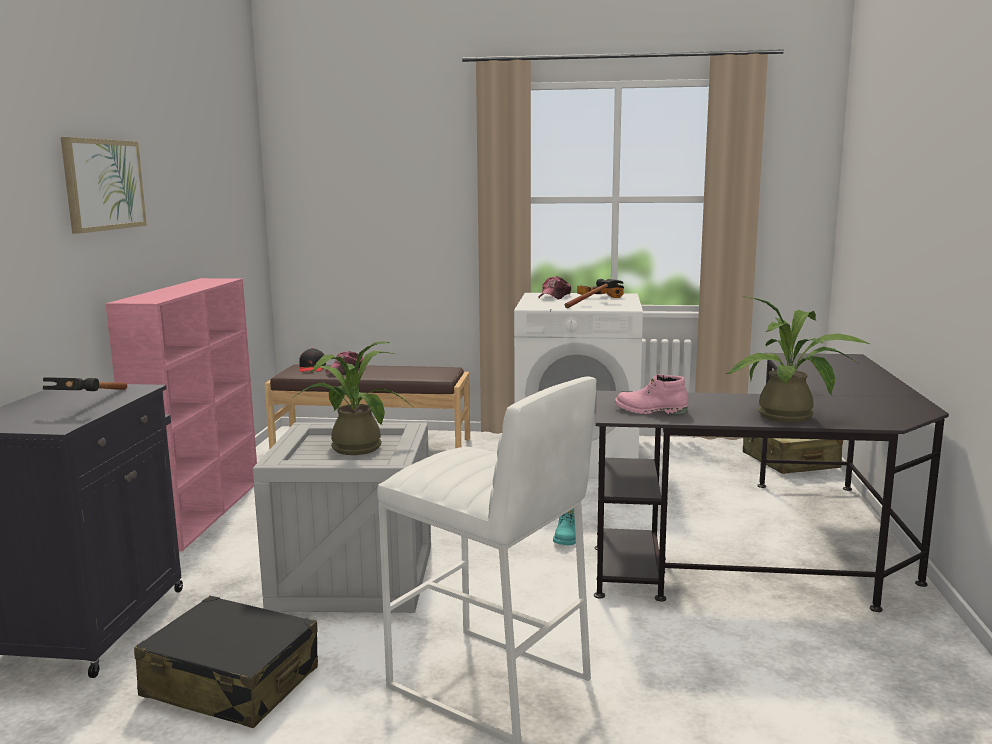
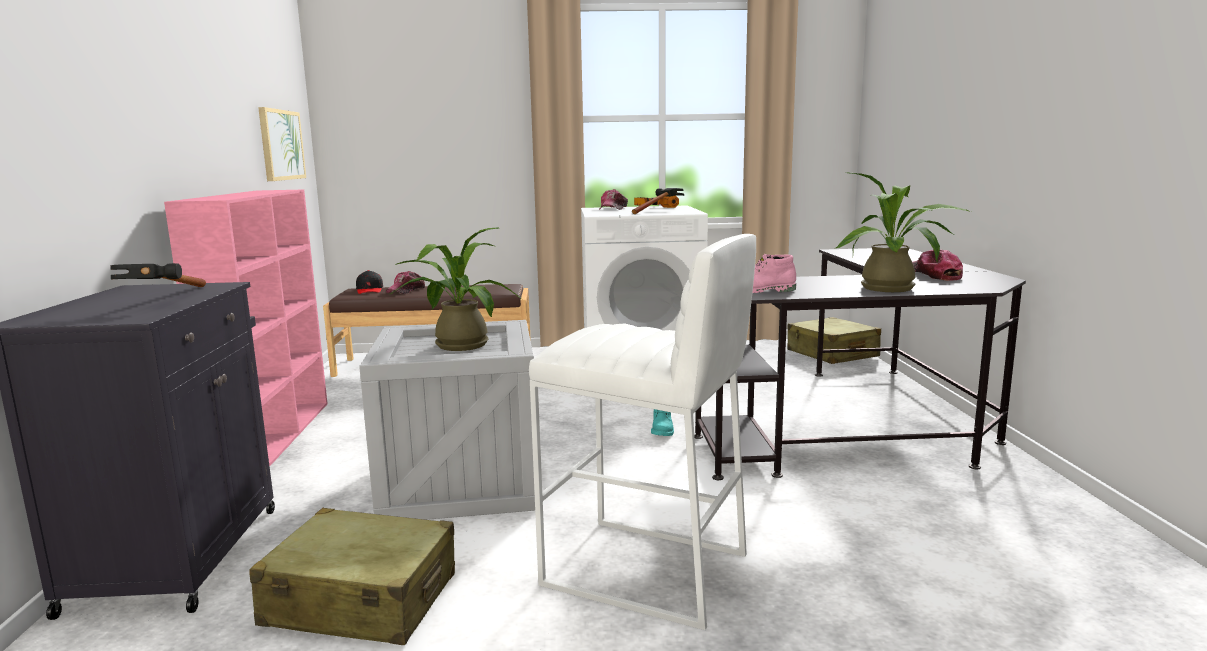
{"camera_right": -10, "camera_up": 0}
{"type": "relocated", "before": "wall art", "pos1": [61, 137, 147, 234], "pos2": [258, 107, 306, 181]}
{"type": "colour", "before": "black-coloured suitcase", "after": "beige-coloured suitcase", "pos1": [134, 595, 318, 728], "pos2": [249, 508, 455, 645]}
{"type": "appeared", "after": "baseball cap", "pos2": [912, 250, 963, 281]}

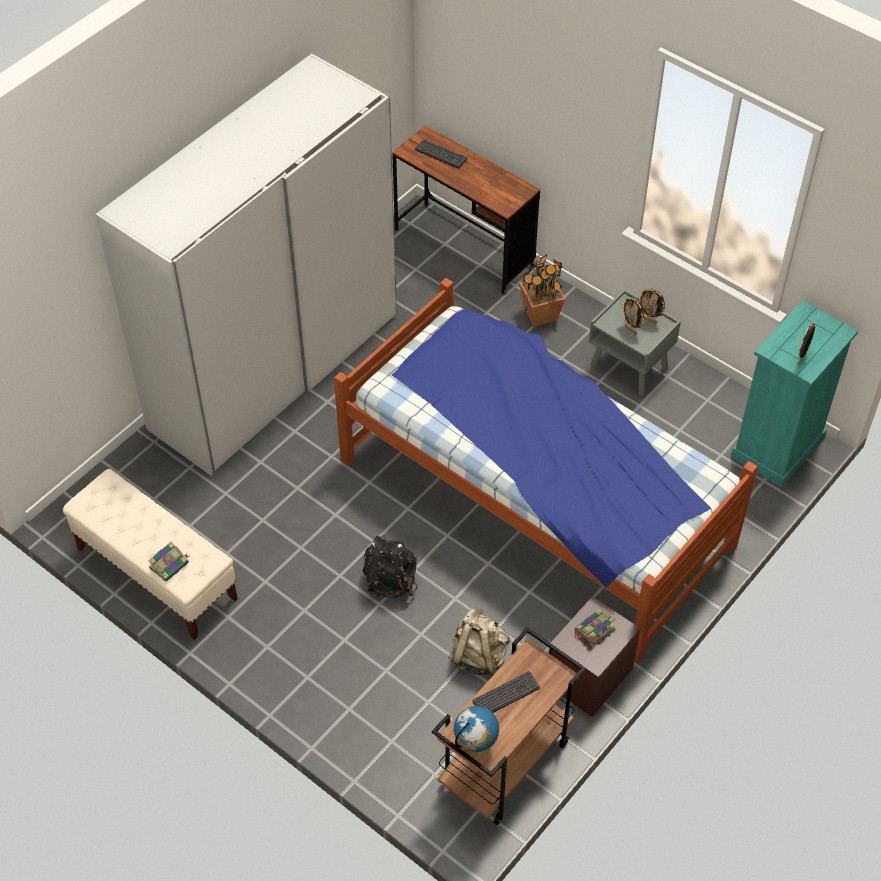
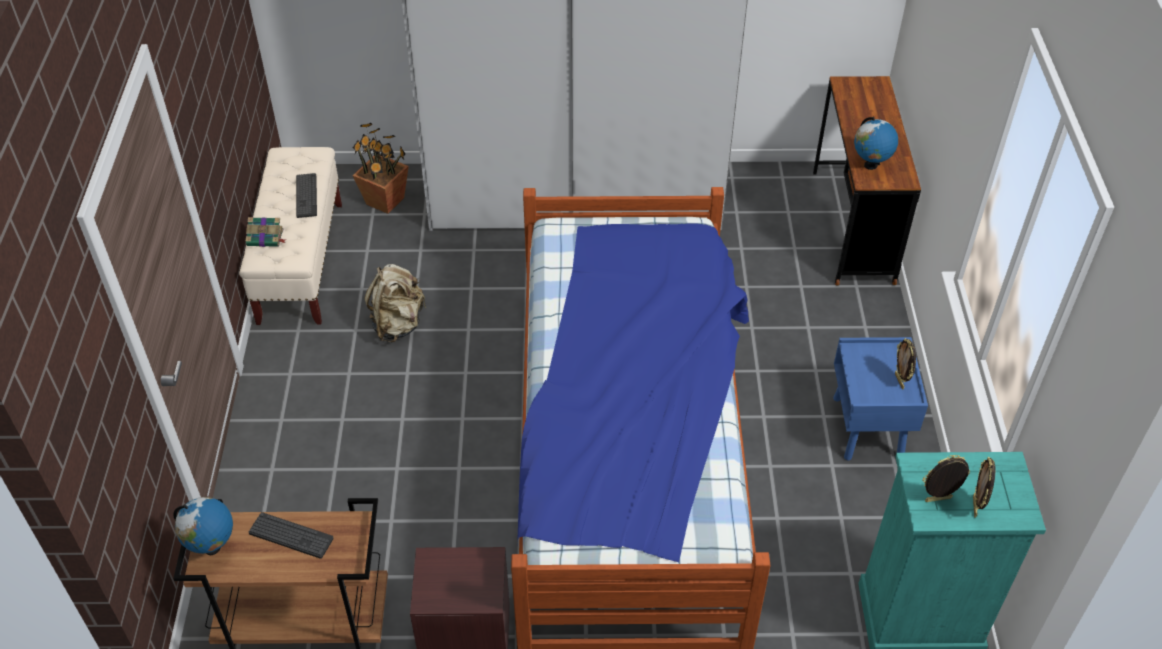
{"camera_right": 50, "camera_up": -5}
{"type": "relocated", "before": "keyboard", "pos1": [415, 139, 467, 169], "pos2": [296, 173, 317, 218]}
{"type": "relocated", "before": "houseplant", "pos1": [519, 254, 566, 327], "pos2": [352, 123, 409, 214]}
{"type": "colour", "before": "grey night table", "after": "bluish night table", "pos1": [589, 289, 681, 396], "pos2": [833, 337, 928, 461]}
{"type": "relocated", "before": "picture frame", "pos1": [622, 297, 644, 335], "pos2": [973, 457, 995, 518]}
{"type": "missing", "before": "black-coloured backpack", "pos1": [362, 535, 418, 598]}
{"type": "relocated", "before": "beige-coloured backpack", "pos1": [451, 608, 510, 675], "pos2": [365, 264, 427, 343]}
{"type": "missing", "before": "volume", "pos1": [575, 610, 616, 648]}
{"type": "appeared", "after": "desk globe", "pos2": [854, 117, 898, 170]}

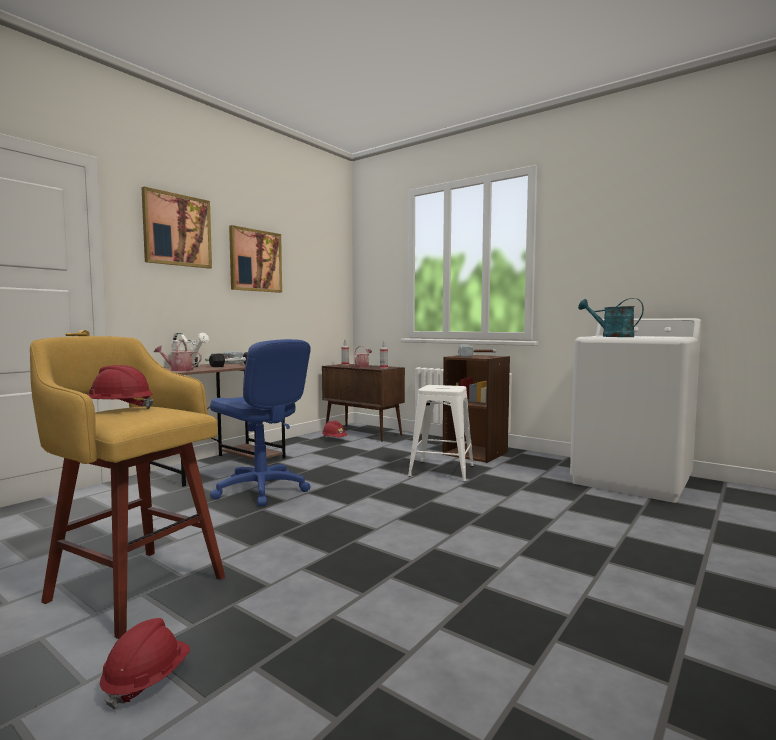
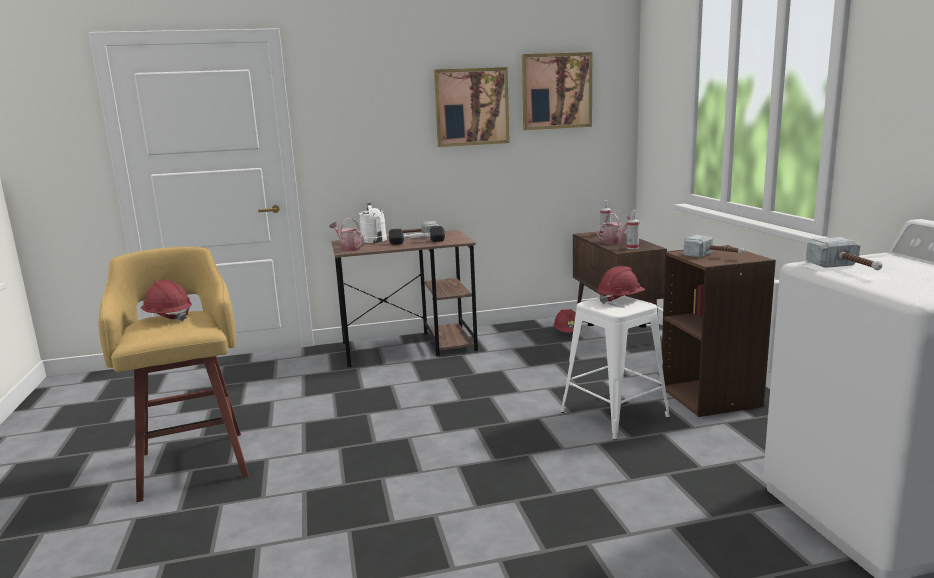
{"camera_right": 40, "camera_up": 10}
{"type": "relocated", "before": "wall art", "pos1": [141, 187, 212, 269], "pos2": [522, 52, 592, 130]}
{"type": "exchanged", "before": "turquoise watering can", "after": "hammer", "pos1": [578, 298, 644, 337], "pos2": [806, 237, 883, 270]}
{"type": "missing", "before": "bluish computer chair", "pos1": [210, 339, 311, 506]}
{"type": "relocated", "before": "red-coloured hard hat", "pos1": [100, 618, 190, 709], "pos2": [597, 266, 645, 304]}

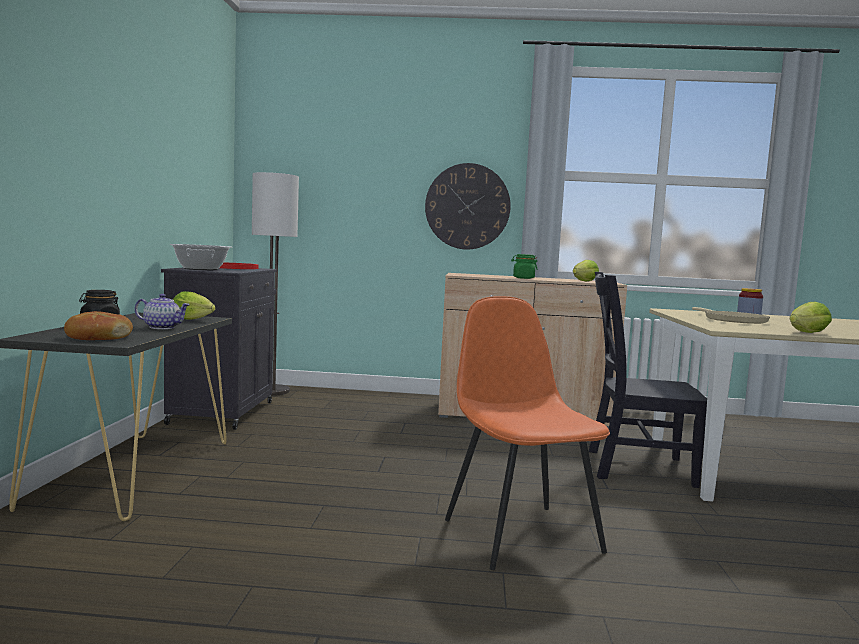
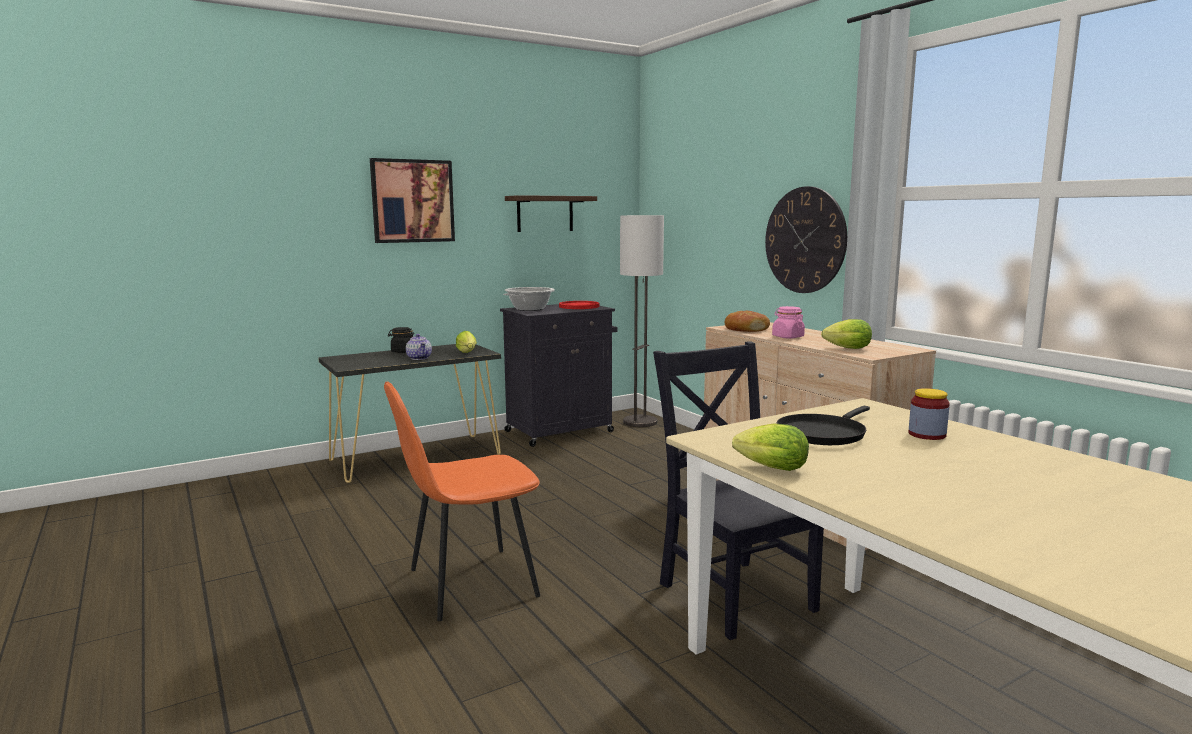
{"camera_right": 55, "camera_up": 5}
{"type": "colour", "before": "green preserve jar", "after": "pinkish preserve jar", "pos1": [511, 254, 538, 279], "pos2": [772, 306, 805, 339]}
{"type": "spun", "before": "orange upright chair", "pos1": [445, 296, 610, 570], "pos2": [384, 382, 540, 621], "turn": -150}
{"type": "colour", "before": "beige-coloured frying pan", "after": "black-coloured frying pan", "pos1": [692, 307, 770, 324], "pos2": [777, 406, 870, 445]}
{"type": "relocated", "before": "bakery bread", "pos1": [64, 311, 133, 340], "pos2": [725, 311, 770, 332]}
{"type": "appeared", "after": "wall art", "pos2": [370, 158, 455, 243]}
{"type": "appeared", "after": "shelf", "pos2": [505, 195, 597, 232]}

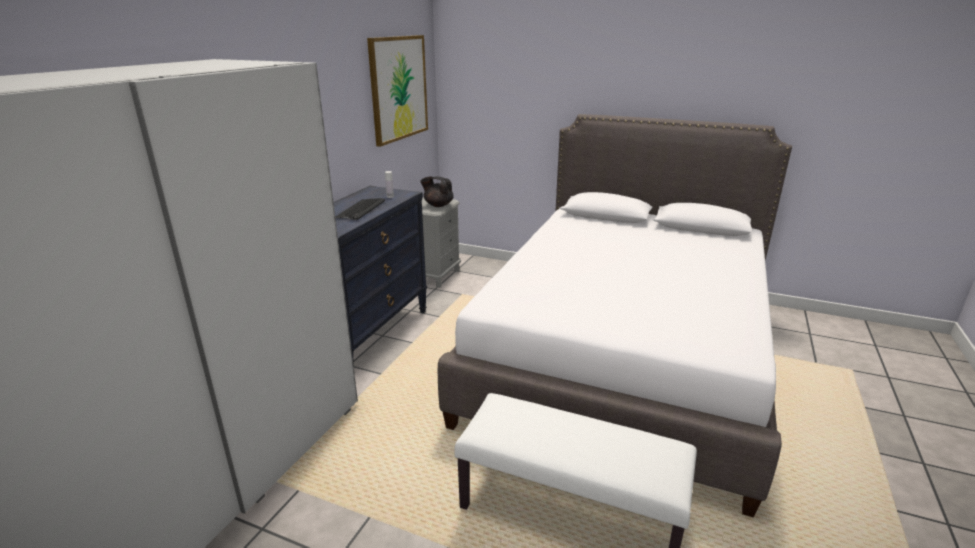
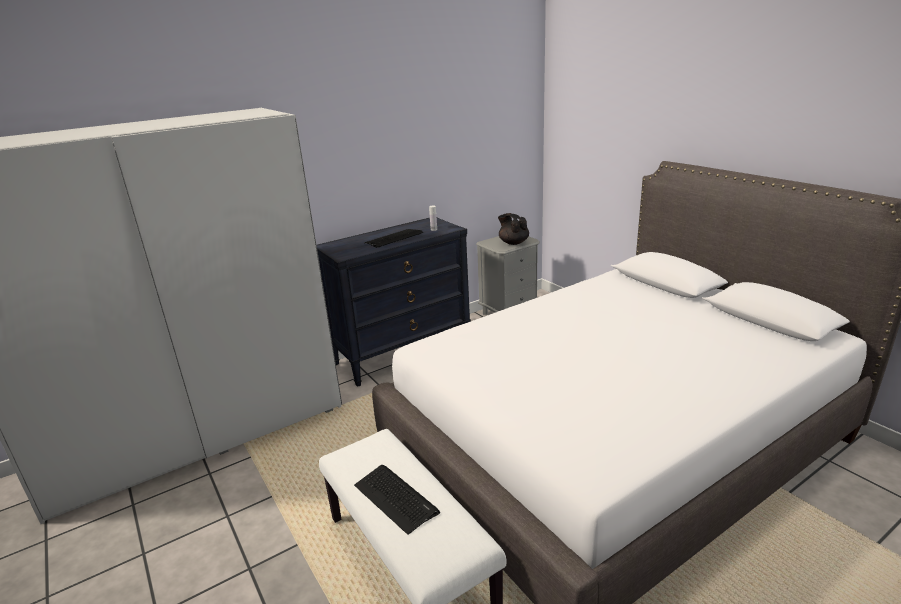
{"camera_right": 35, "camera_up": 0}
{"type": "missing", "before": "wall art", "pos1": [367, 35, 428, 147]}
{"type": "appeared", "after": "keyboard", "pos2": [354, 465, 440, 535]}

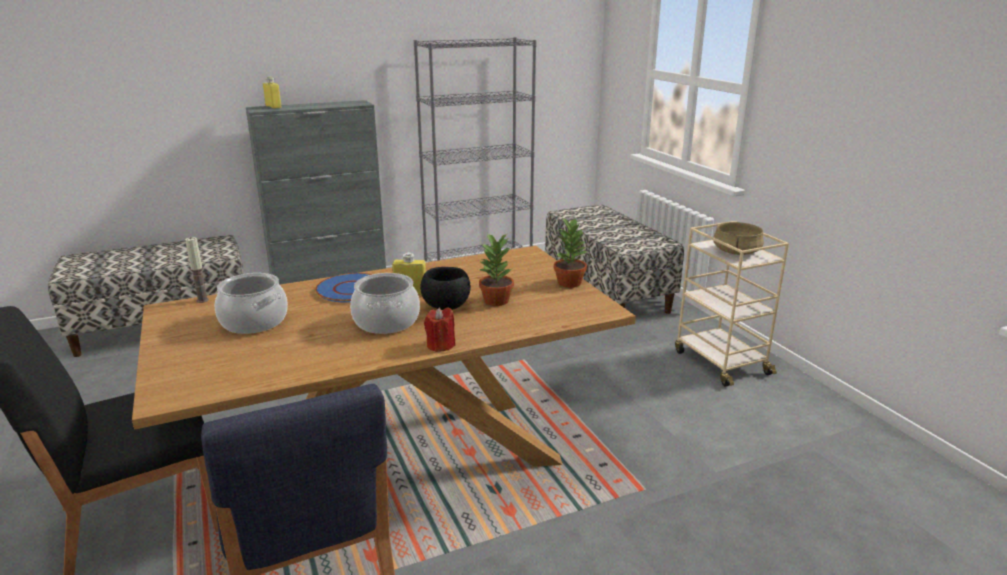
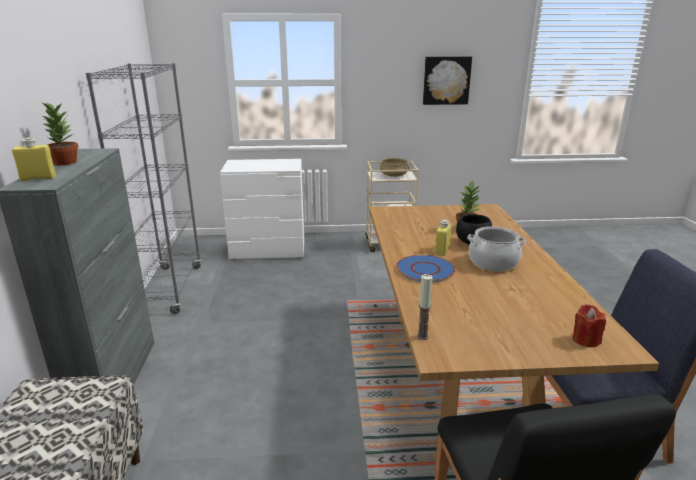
{"camera_right": -70, "camera_up": 0}
{"type": "exchanged", "before": "long seat", "after": "whitish dresser", "pos1": [545, 205, 684, 314], "pos2": [220, 159, 304, 260]}
{"type": "relocated", "before": "houseplant", "pos1": [554, 218, 589, 288], "pos2": [41, 102, 78, 165]}
{"type": "missing", "before": "saucepot", "pos1": [215, 273, 288, 334]}
{"type": "relocated", "before": "red-coloured wax light", "pos1": [424, 307, 456, 352], "pos2": [573, 304, 606, 347]}
{"type": "appeared", "after": "wall art", "pos2": [423, 56, 472, 105]}

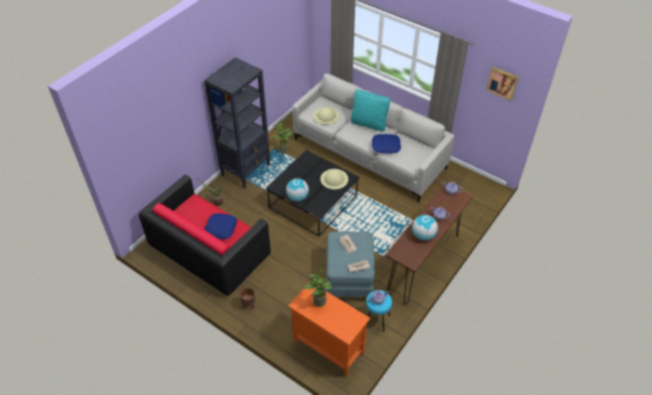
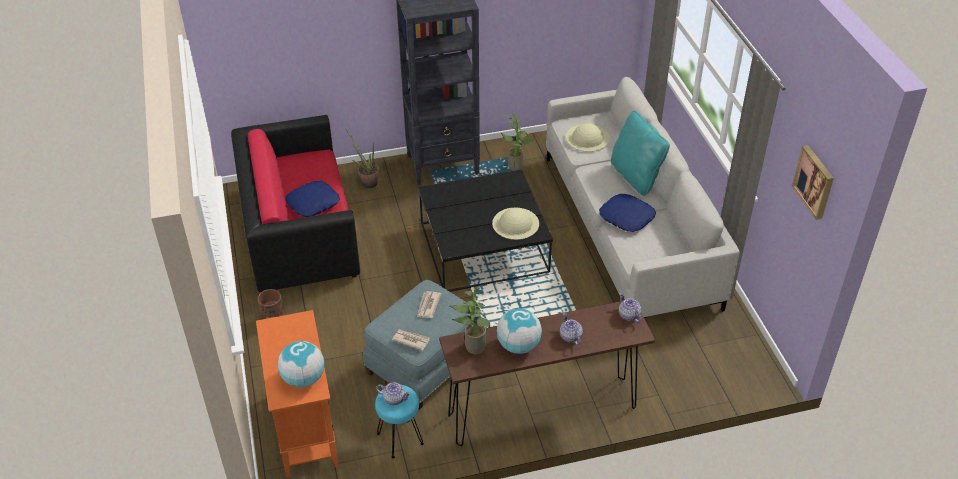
{"camera_right": 40, "camera_up": -5}
{"type": "relocated", "before": "desk globe", "pos1": [286, 178, 309, 201], "pos2": [278, 341, 324, 388]}
{"type": "relocated", "before": "houseplant", "pos1": [304, 270, 334, 307], "pos2": [449, 287, 491, 354]}

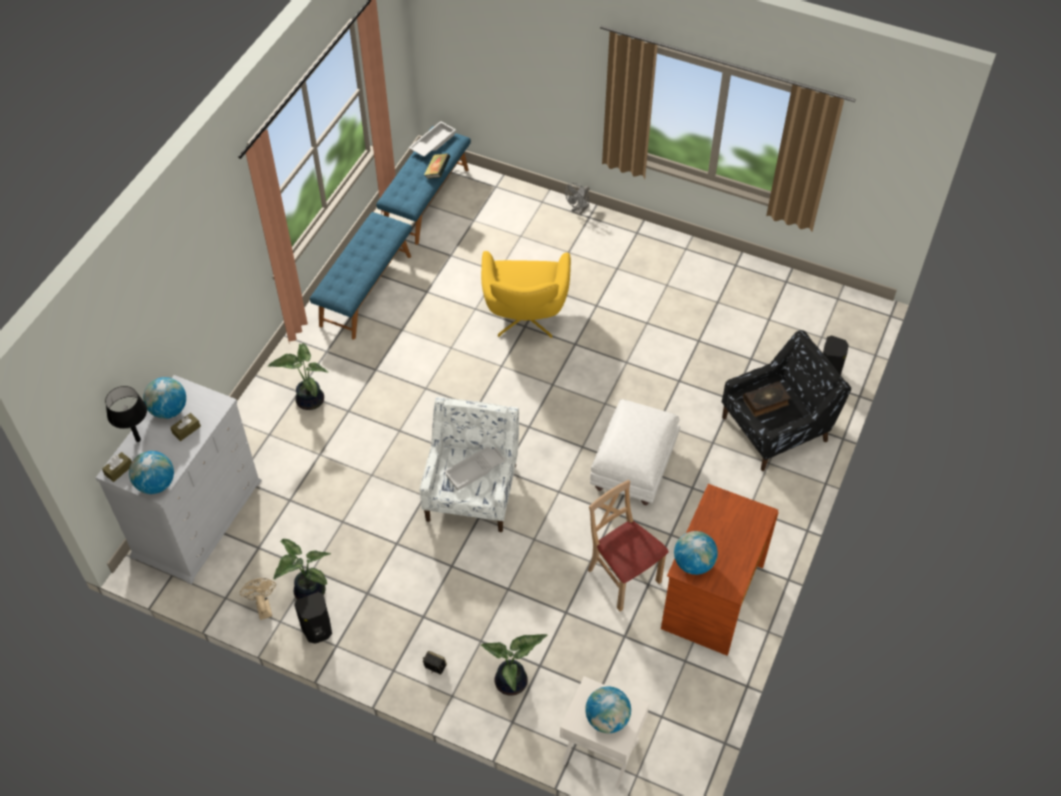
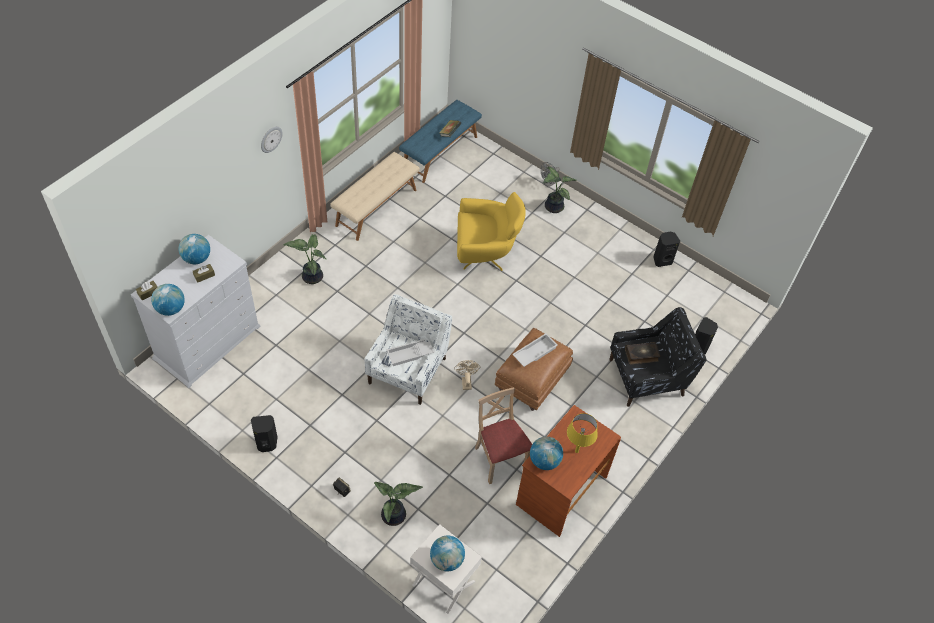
{"camera_right": 10, "camera_up": 0}
{"type": "relocated", "before": "whitish serving tray", "pos1": [409, 121, 456, 157], "pos2": [512, 333, 558, 367]}
{"type": "colour", "before": "bluish long seat", "after": "beige-coloured long seat", "pos1": [310, 212, 412, 340], "pos2": [330, 152, 420, 241]}
{"type": "spun", "before": "yellow armchair", "pos1": [481, 251, 571, 338], "pos2": [457, 192, 526, 271], "turn": -105}
{"type": "missing", "before": "black-coloured tabletop lamp", "pos1": [105, 386, 147, 442]}
{"type": "colour", "before": "whitish pouffe", "after": "brown pouffe", "pos1": [590, 399, 680, 505], "pos2": [495, 328, 573, 411]}
{"type": "relocated", "before": "houseplant", "pos1": [274, 539, 331, 599], "pos2": [543, 167, 577, 213]}
{"type": "relocated", "before": "beige-coloured fan", "pos1": [240, 578, 276, 620], "pos2": [454, 360, 480, 390]}
{"type": "appeared", "after": "clock on the wall", "pos2": [261, 127, 282, 153]}
{"type": "appeared", "after": "black-coloured speaker", "pos2": [653, 232, 680, 267]}
{"type": "appeared", "after": "yellow tabletop lamp", "pos2": [567, 413, 598, 453]}

